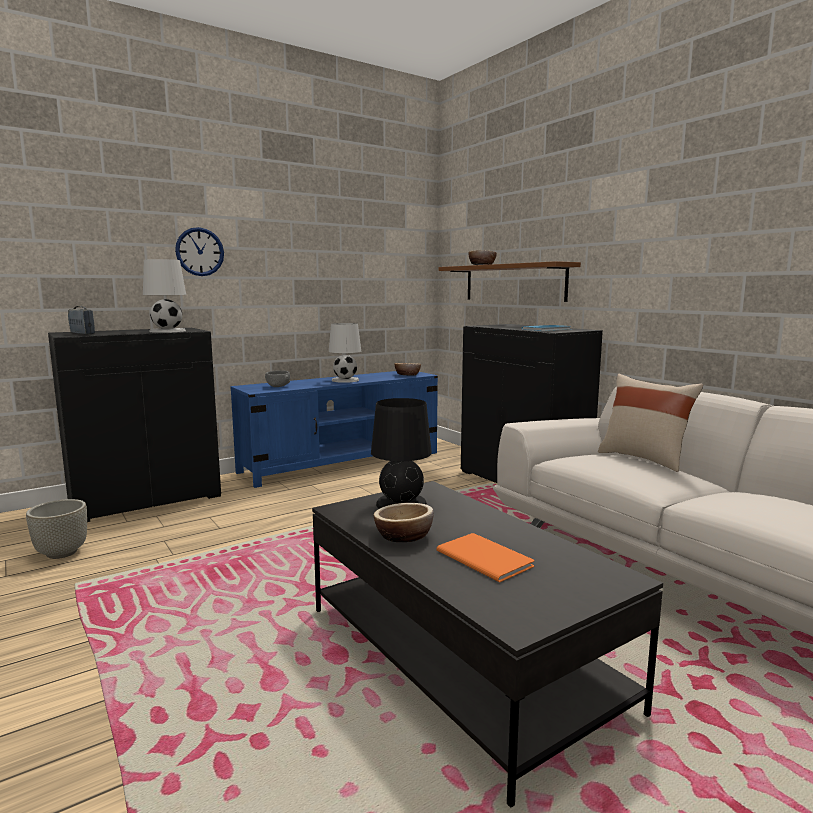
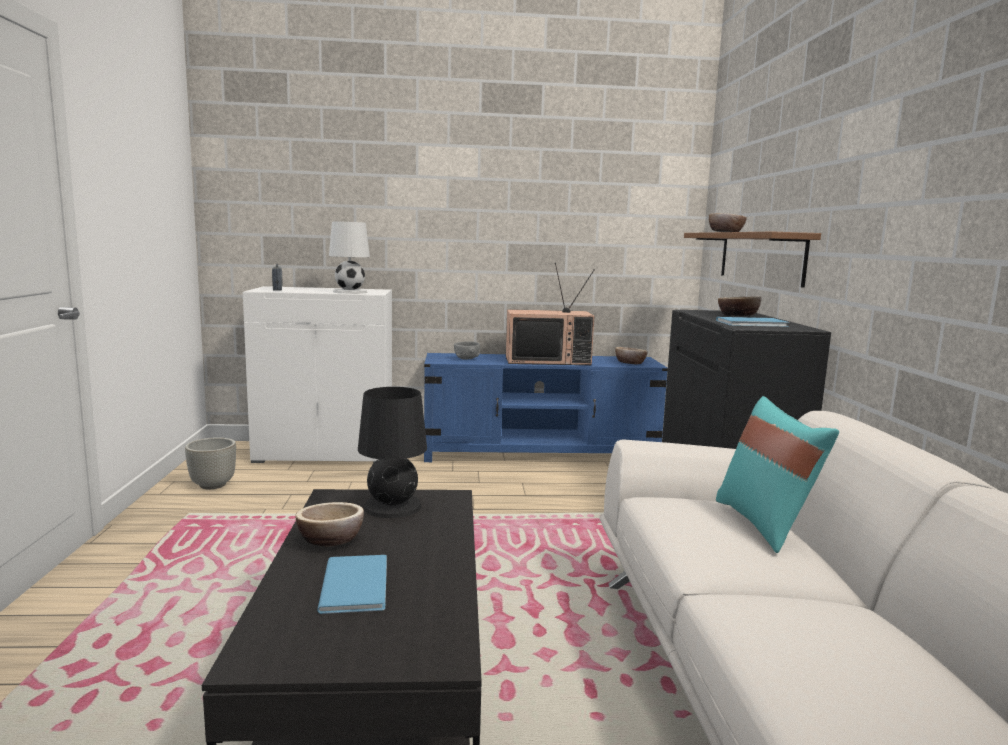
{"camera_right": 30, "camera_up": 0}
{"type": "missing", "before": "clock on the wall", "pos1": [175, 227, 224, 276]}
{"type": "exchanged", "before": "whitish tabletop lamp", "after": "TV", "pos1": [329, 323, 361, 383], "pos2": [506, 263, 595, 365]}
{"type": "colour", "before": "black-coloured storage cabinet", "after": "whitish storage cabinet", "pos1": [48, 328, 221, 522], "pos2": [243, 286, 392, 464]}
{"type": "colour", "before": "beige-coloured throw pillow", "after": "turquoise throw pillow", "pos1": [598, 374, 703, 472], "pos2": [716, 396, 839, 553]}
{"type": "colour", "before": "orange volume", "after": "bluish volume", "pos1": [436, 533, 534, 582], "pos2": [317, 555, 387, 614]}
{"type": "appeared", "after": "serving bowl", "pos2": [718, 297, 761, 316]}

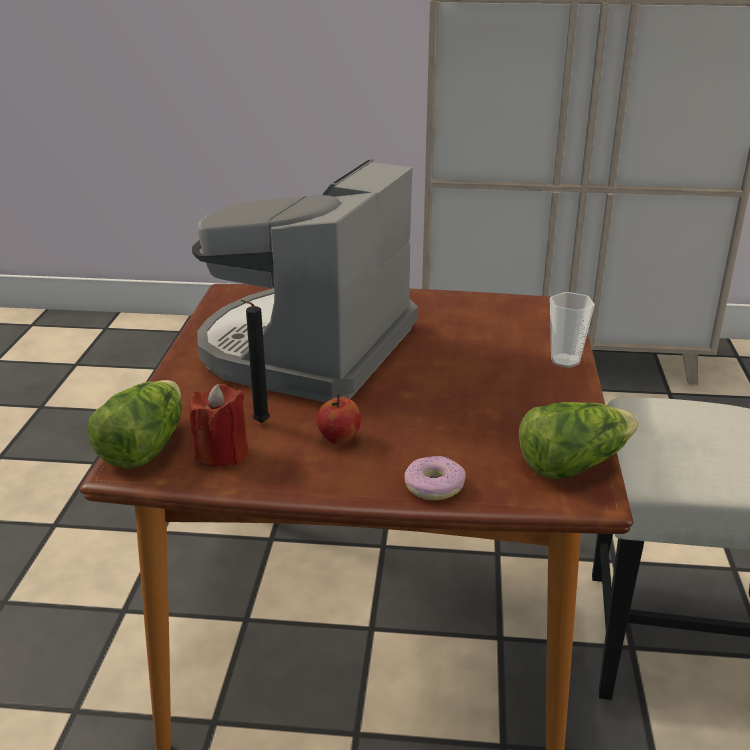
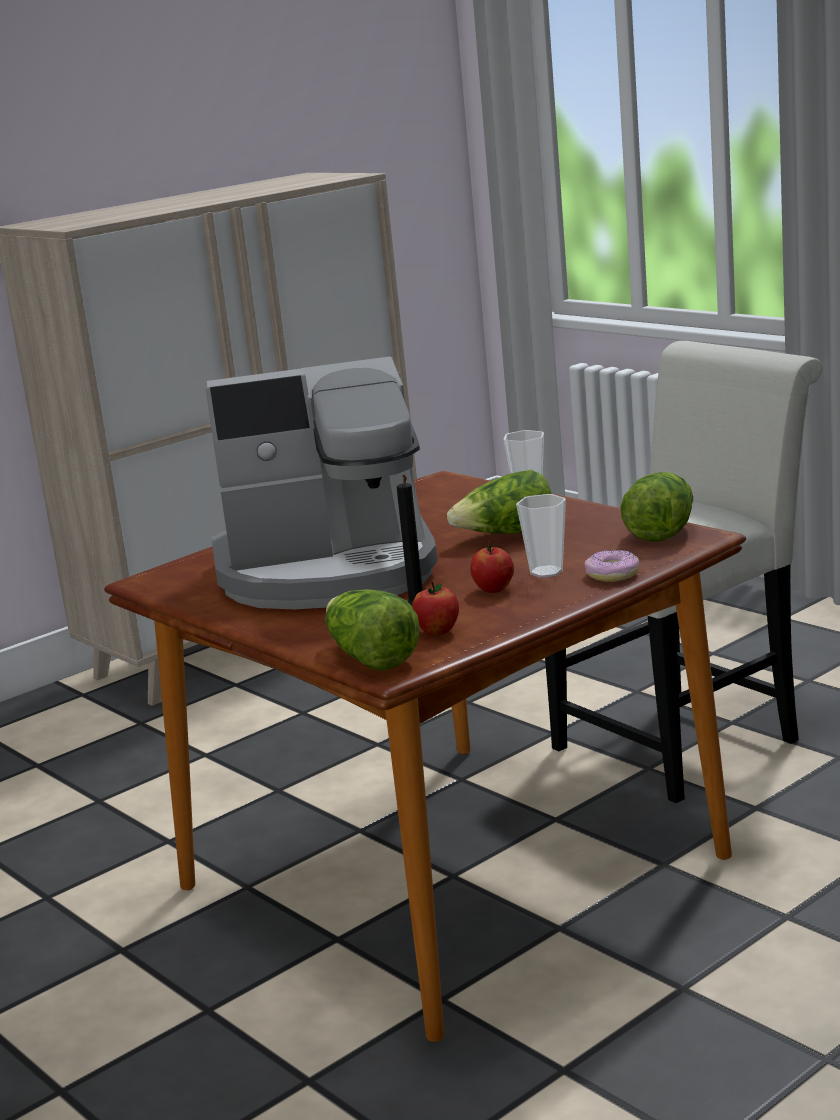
{"camera_right": -45, "camera_up": -10}
{"type": "spun", "before": "coffee brewer", "pos1": [192, 159, 418, 402], "pos2": [205, 356, 438, 609], "turn": -75}
{"type": "exchanged", "before": "red-coloured wax light", "after": "apple", "pos1": [189, 384, 248, 468], "pos2": [412, 581, 459, 636]}
{"type": "appeared", "after": "lettuce head", "pos2": [447, 470, 552, 534]}
{"type": "appeared", "after": "cup", "pos2": [516, 494, 566, 578]}

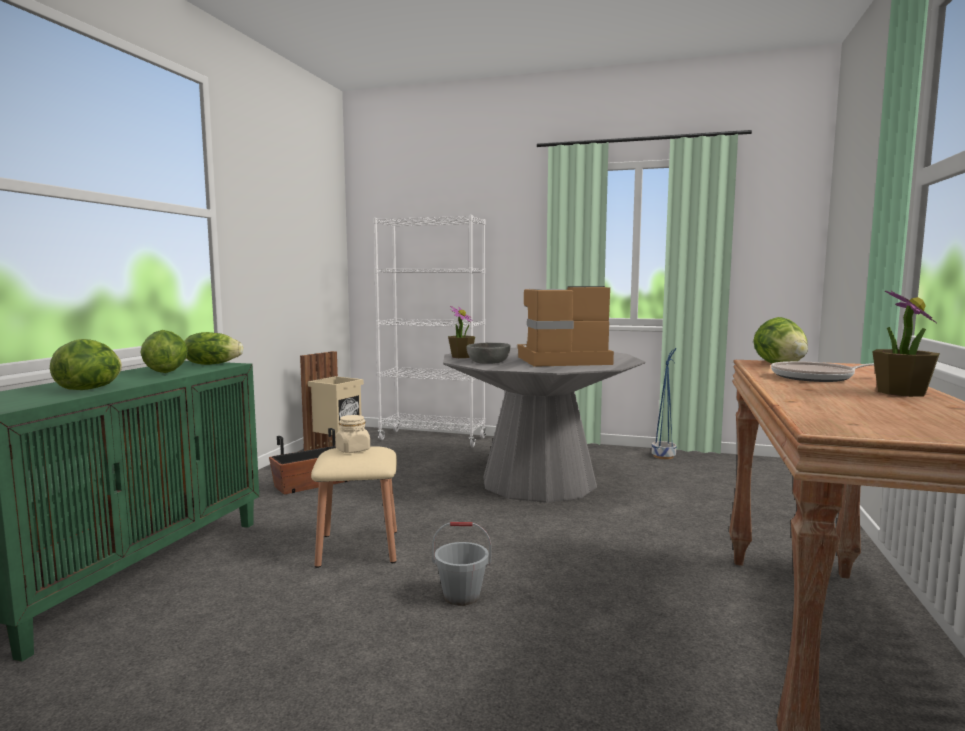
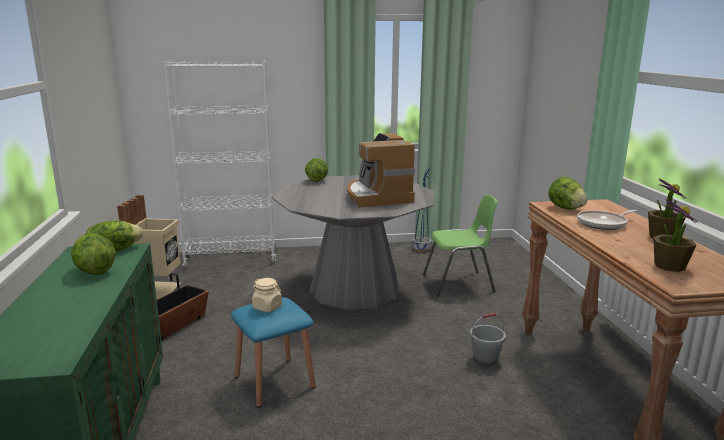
{"camera_right": -25, "camera_up": 10}
{"type": "spun", "before": "coffee brewer", "pos1": [518, 286, 614, 367], "pos2": [347, 133, 415, 208], "turn": -75}
{"type": "relocated", "before": "houseplant", "pos1": [448, 306, 475, 358], "pos2": [653, 199, 698, 272]}
{"type": "relocated", "before": "lettuce head", "pos1": [50, 339, 122, 390], "pos2": [305, 158, 328, 182]}
{"type": "missing", "before": "grey serving bowl", "pos1": [466, 343, 511, 364]}
{"type": "colour", "before": "beige-coloured sitting stool", "after": "bluish sitting stool", "pos1": [311, 446, 397, 568], "pos2": [231, 297, 316, 408]}
{"type": "relocated", "before": "grey bucket", "pos1": [432, 522, 491, 606], "pos2": [470, 313, 506, 366]}
{"type": "appeared", "after": "green upright chair", "pos2": [423, 194, 498, 297]}

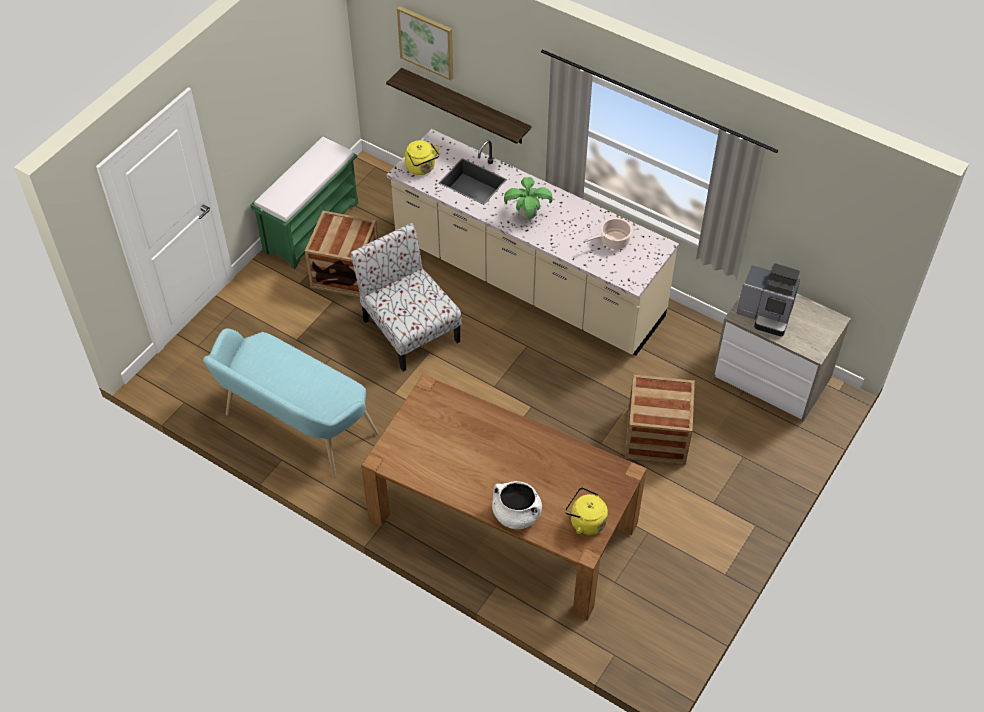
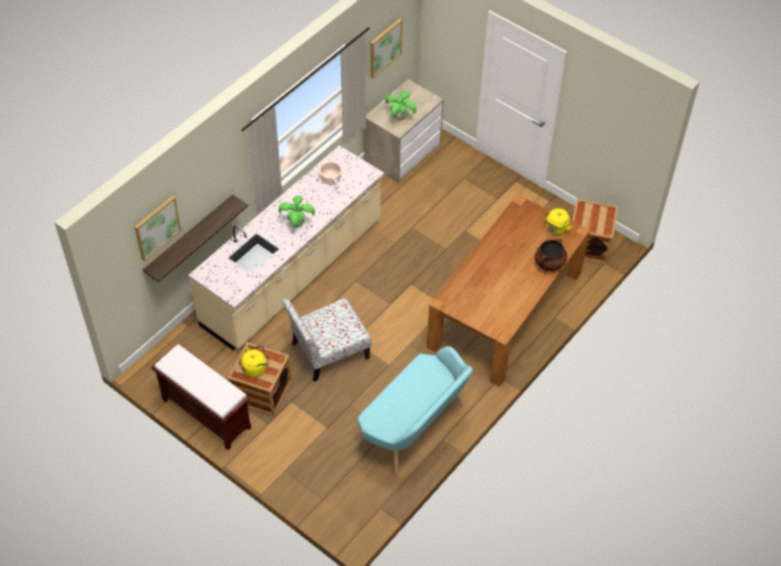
{"camera_right": -85, "camera_up": 0}
{"type": "colour", "before": "green long seat", "after": "brown long seat", "pos1": [250, 136, 358, 269], "pos2": [151, 344, 251, 450]}
{"type": "relocated", "before": "yellow water kettle", "pos1": [405, 140, 439, 175], "pos2": [241, 345, 270, 377]}
{"type": "exchanged", "before": "coffee brewer", "after": "houseplant", "pos1": [737, 263, 800, 336], "pos2": [385, 91, 416, 120]}
{"type": "relocated", "before": "crate", "pos1": [625, 375, 695, 465], "pos2": [572, 199, 618, 265]}
{"type": "colour", "before": "whitish saucepot", "after": "brown saucepot", "pos1": [492, 481, 542, 529], "pos2": [535, 238, 567, 271]}
{"type": "appeared", "after": "wall art", "pos2": [370, 19, 402, 78]}

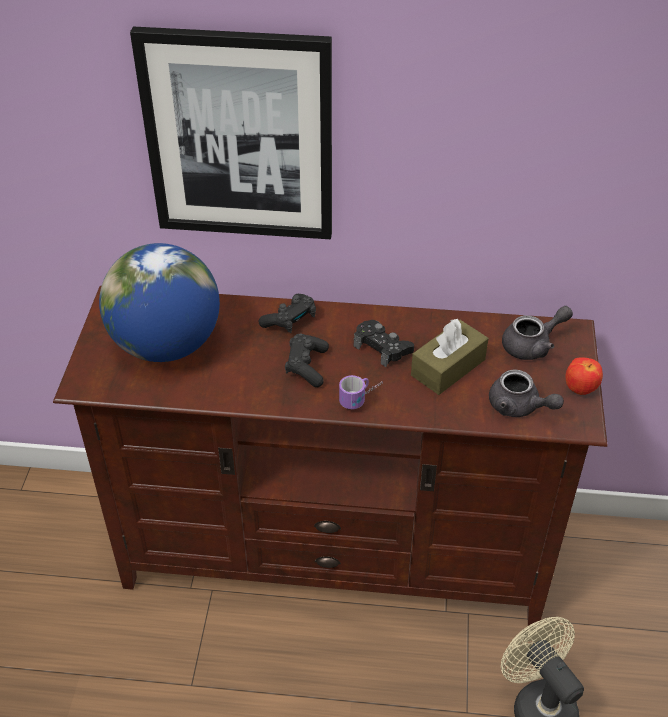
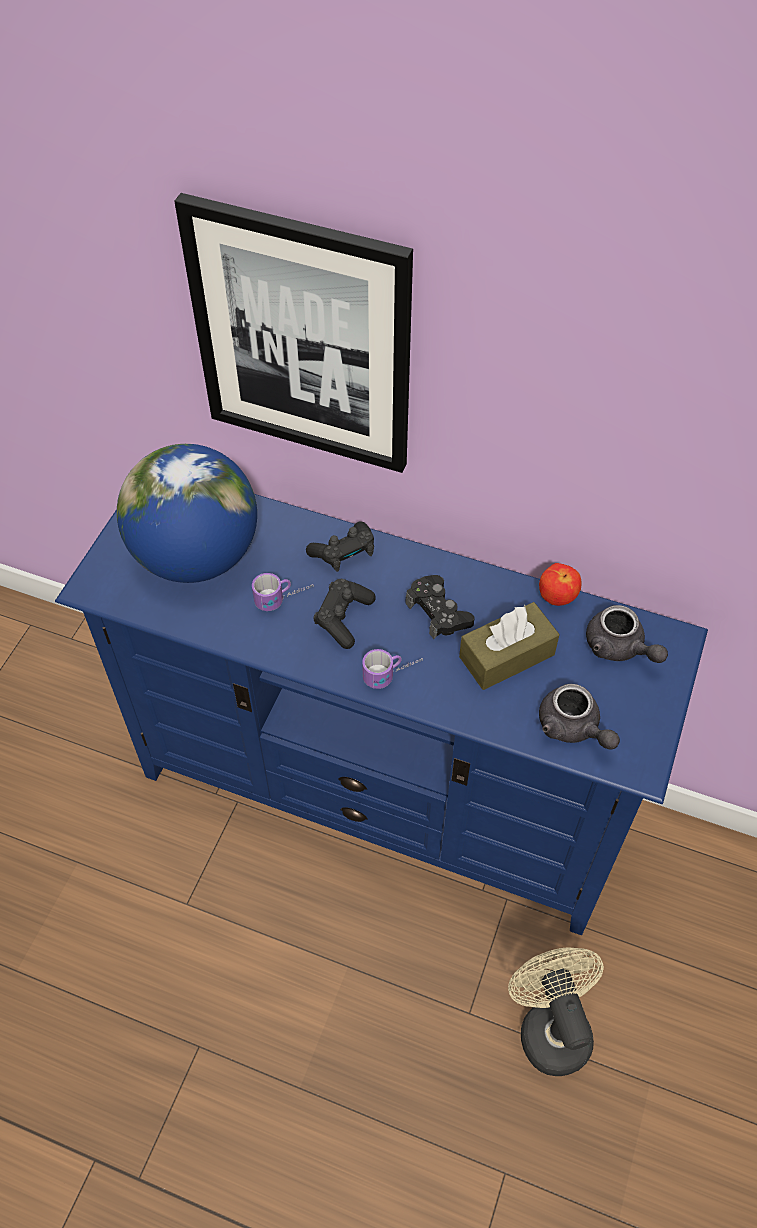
{"camera_right": 15, "camera_up": 10}
{"type": "colour", "before": "brown media console", "after": "bluish media console", "pos1": [53, 286, 608, 626], "pos2": [55, 494, 708, 935]}
{"type": "spun", "before": "grey pot for tea", "pos1": [502, 306, 573, 360], "pos2": [586, 605, 668, 663], "turn": 60}
{"type": "relocated", "before": "apple", "pos1": [566, 358, 603, 395], "pos2": [539, 563, 582, 606]}
{"type": "appeared", "after": "mug", "pos2": [252, 573, 314, 611]}

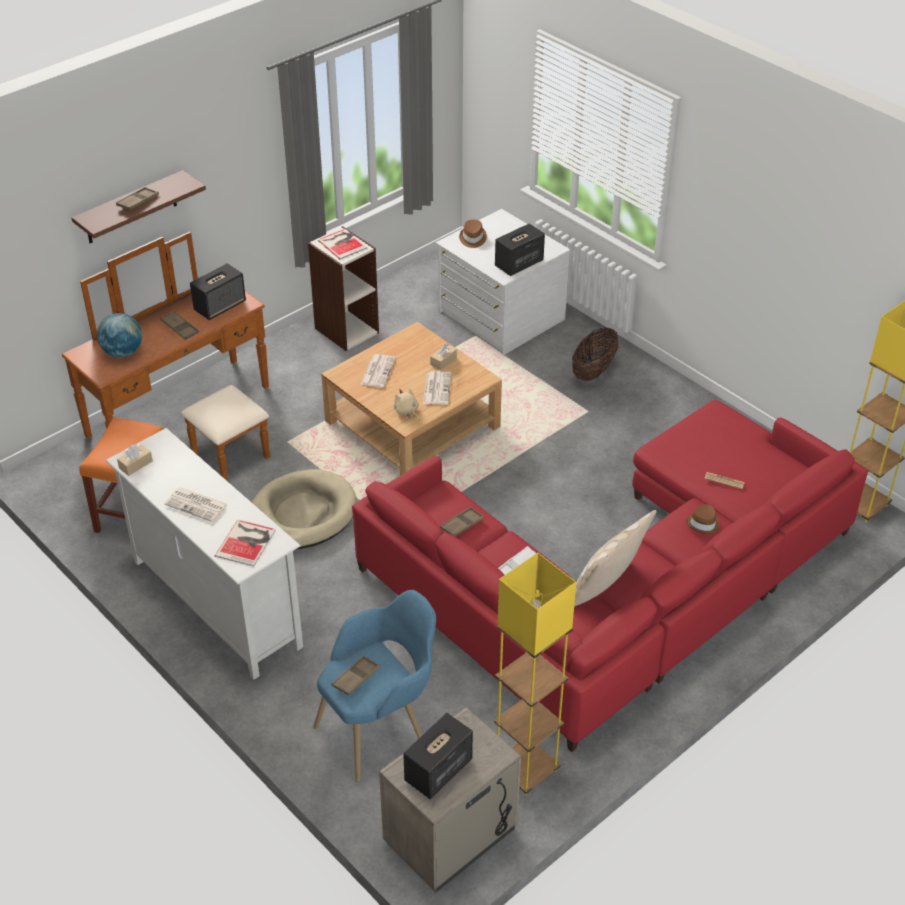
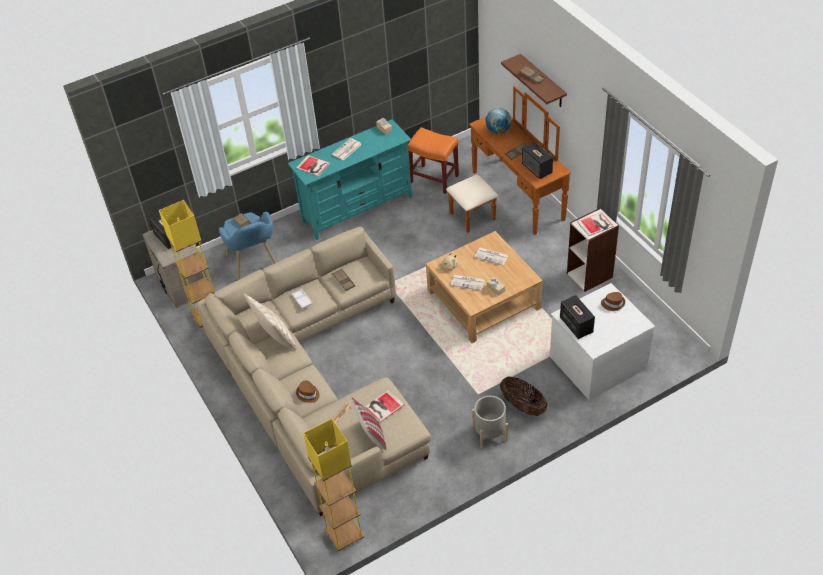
{"camera_right": 105, "camera_up": 5}
{"type": "colour", "before": "red-coloured couch", "after": "beige-coloured couch", "pos1": [352, 400, 868, 752], "pos2": [197, 227, 431, 516]}
{"type": "colour", "before": "whitish media console", "after": "turquoise media console", "pos1": [105, 428, 303, 680], "pos2": [287, 119, 412, 240]}
{"type": "missing", "before": "beige-coloured dog bed", "pos1": [252, 469, 357, 549]}
{"type": "appeared", "after": "volume", "pos2": [365, 390, 405, 422]}
{"type": "appeared", "after": "grey planter", "pos2": [472, 396, 508, 448]}
{"type": "appeared", "after": "throw pillow", "pos2": [351, 397, 386, 450]}

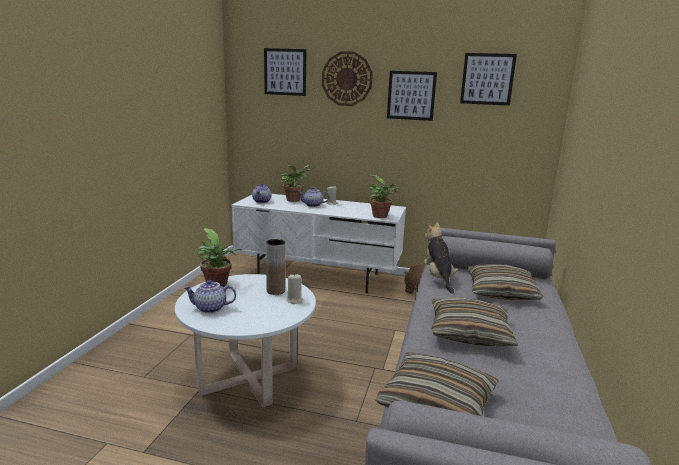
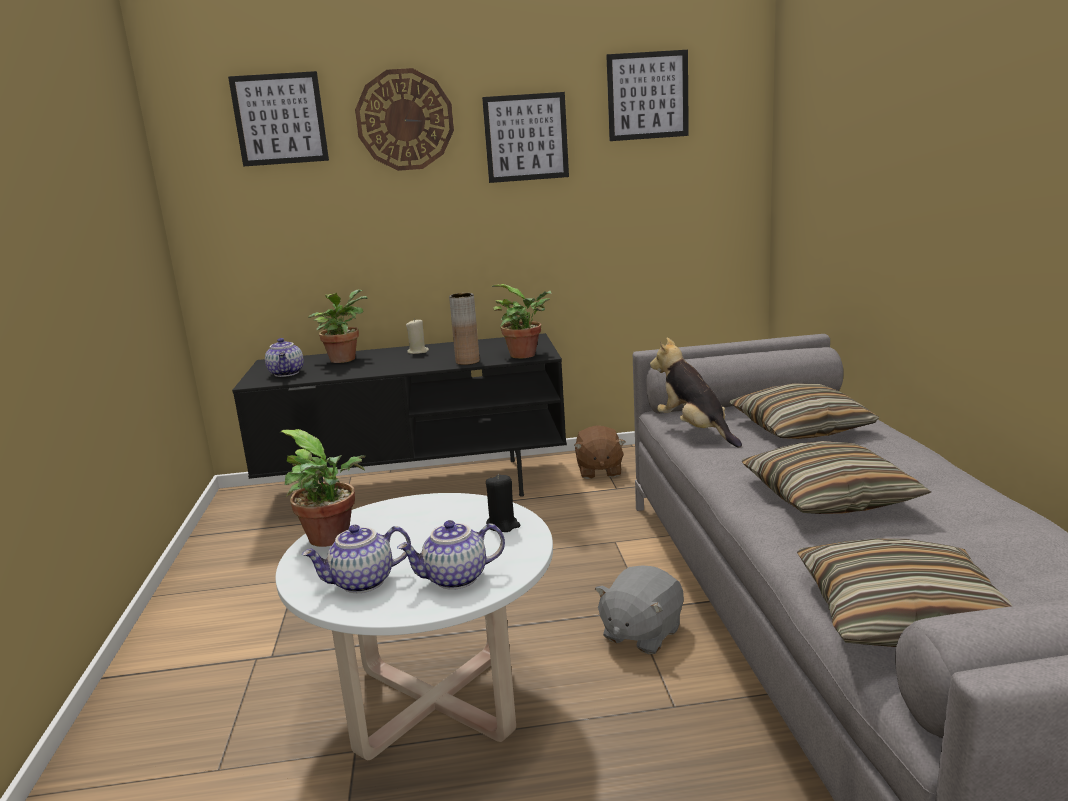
{"camera_right": -20, "camera_up": 0}
{"type": "relocated", "before": "pot for tea", "pos1": [298, 187, 329, 207], "pos2": [397, 520, 505, 590]}
{"type": "colour", "before": "whitish media console", "after": "black-coloured media console", "pos1": [232, 194, 406, 294], "pos2": [232, 333, 567, 497]}
{"type": "relocated", "before": "brown vase", "pos1": [266, 239, 285, 295], "pos2": [449, 293, 480, 365]}
{"type": "colour", "before": "beige-coloured wax light", "after": "black-coloured wax light", "pos1": [286, 274, 303, 304], "pos2": [486, 474, 520, 532]}
{"type": "appeared", "after": "grey cuddly toy", "pos2": [595, 565, 684, 654]}

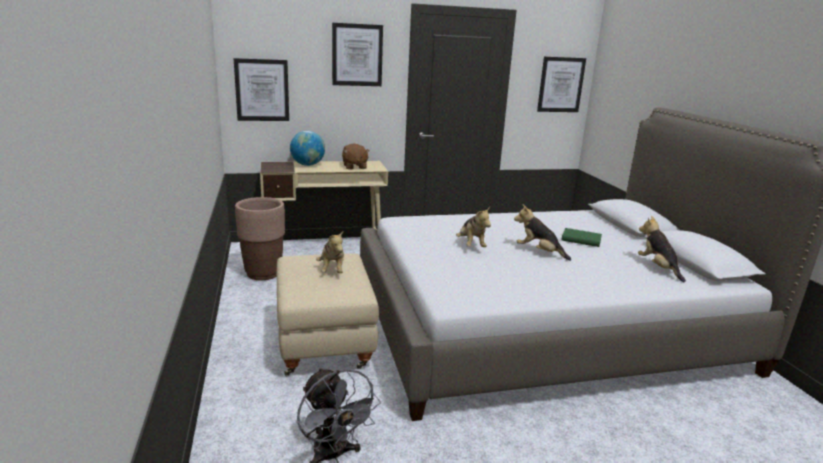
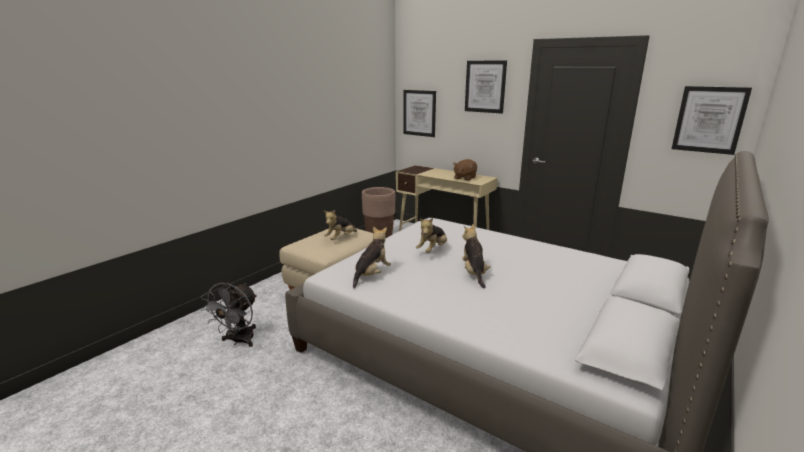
{"camera_right": 50, "camera_up": 0}
{"type": "missing", "before": "desk globe", "pos1": [290, 131, 325, 166]}
{"type": "relocated", "before": "cuddly toy", "pos1": [638, 216, 686, 282], "pos2": [353, 227, 391, 288]}
{"type": "missing", "before": "green volume", "pos1": [561, 228, 602, 247]}

